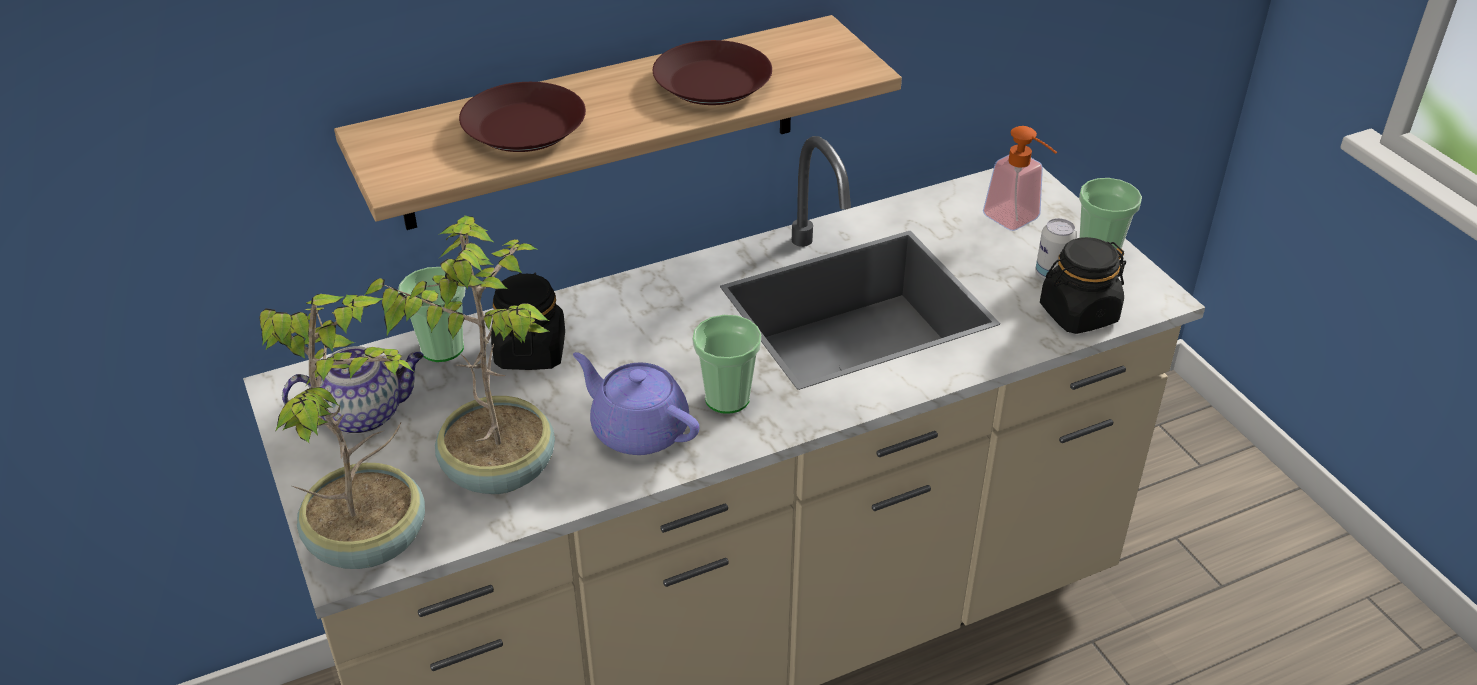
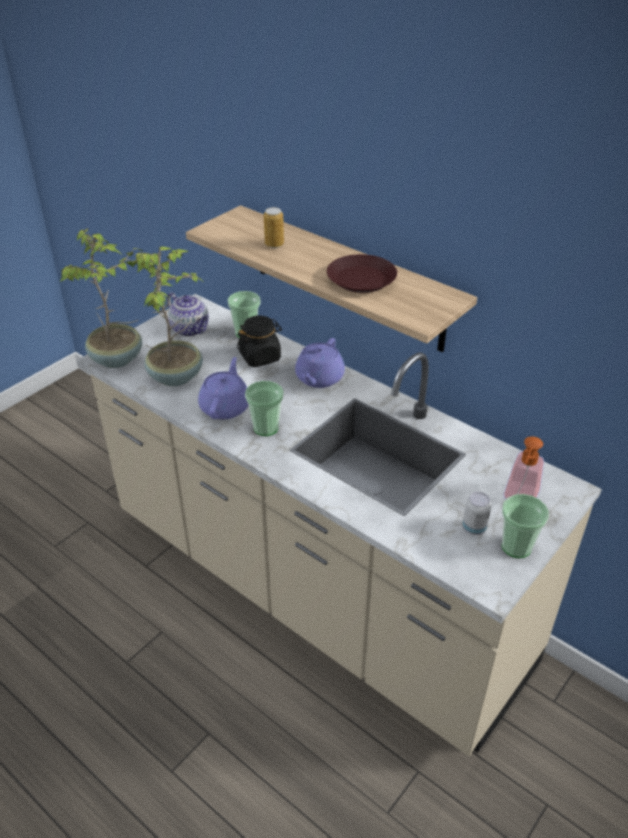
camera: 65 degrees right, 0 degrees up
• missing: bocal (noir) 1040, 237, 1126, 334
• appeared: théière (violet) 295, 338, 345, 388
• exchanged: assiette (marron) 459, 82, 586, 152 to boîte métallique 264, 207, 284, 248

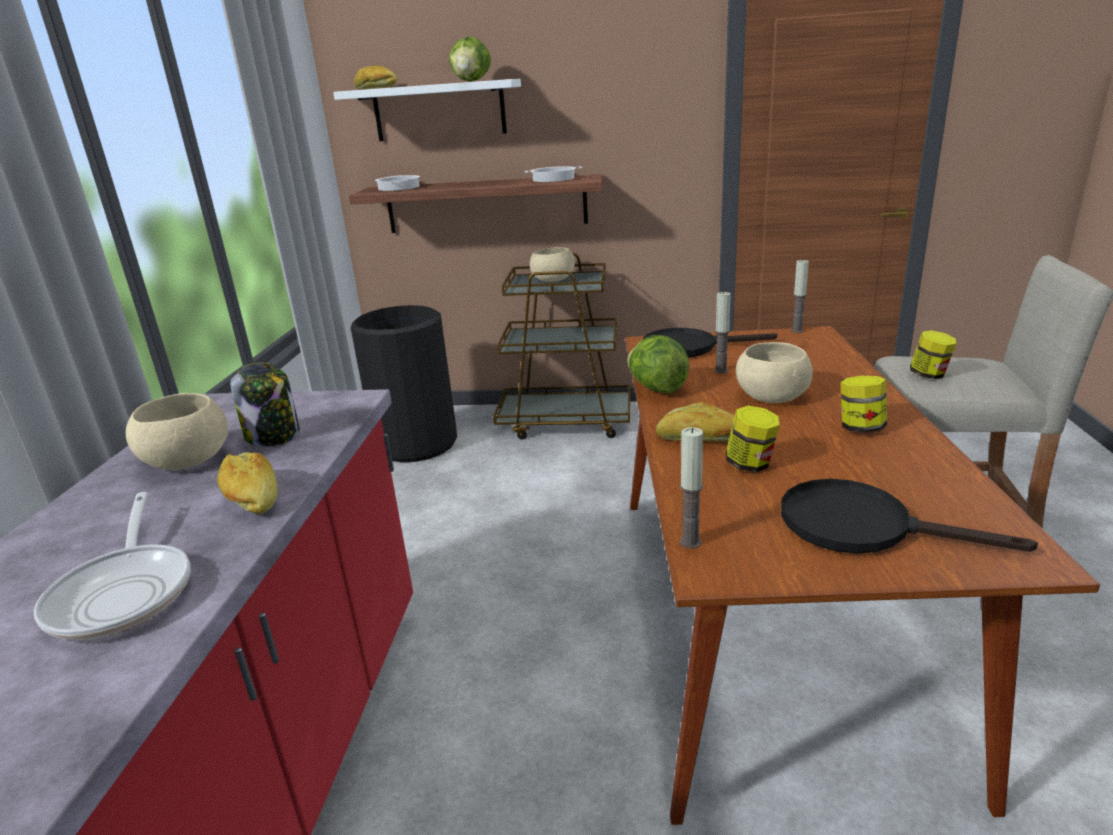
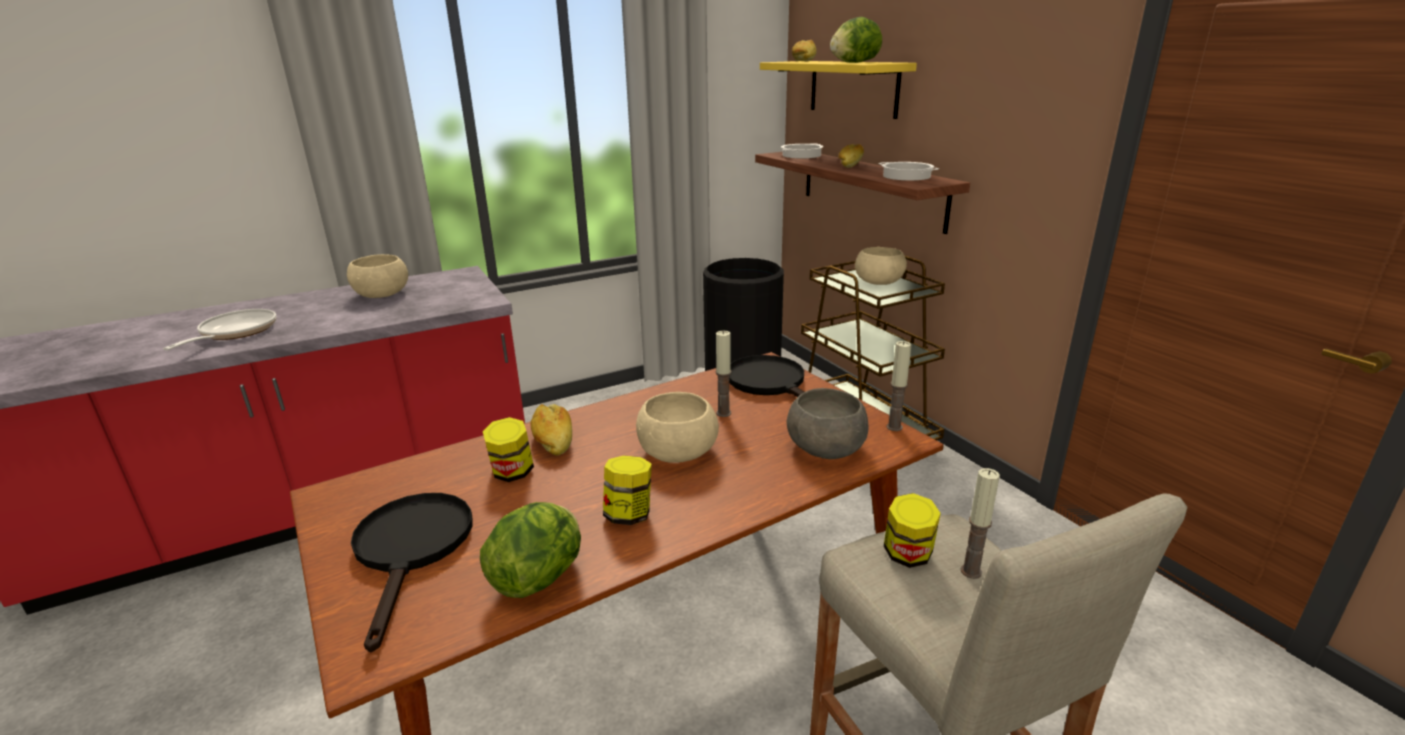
camera: 55 degrees right, 0 degrees up
• missing: bocal 230, 363, 300, 446
• appeared: bol (gris) 787, 388, 869, 459
• relocated: pain 217, 452, 278, 514 to 838, 144, 864, 168
• relocated: laitue 627, 335, 690, 394 to 480, 502, 581, 598
• relocated: bougie 680, 427, 703, 549 to 961, 468, 1000, 579
• colour: étagère (blanc) 333, 79, 521, 141 to étagère (jaune) 760, 61, 917, 119
• spun: poêle 34, 492, 191, 640 = 163, 309, 277, 350 150 degrees clockwise

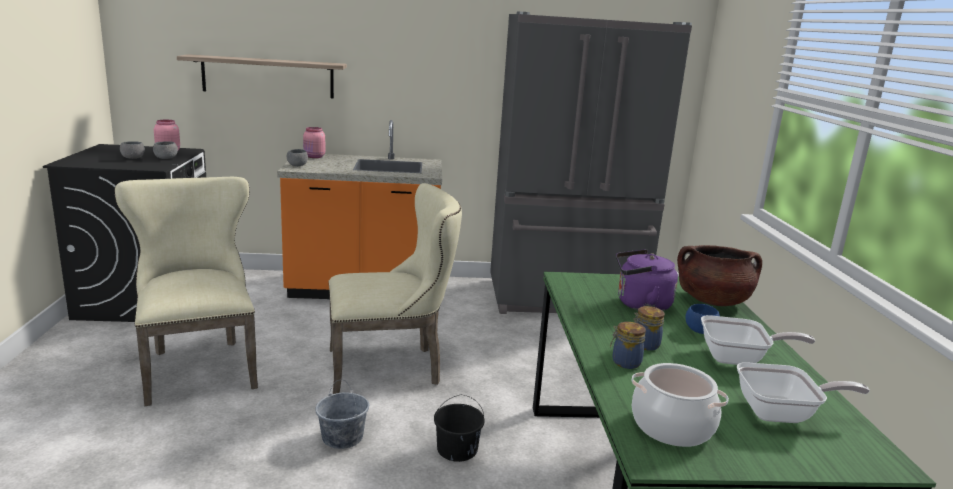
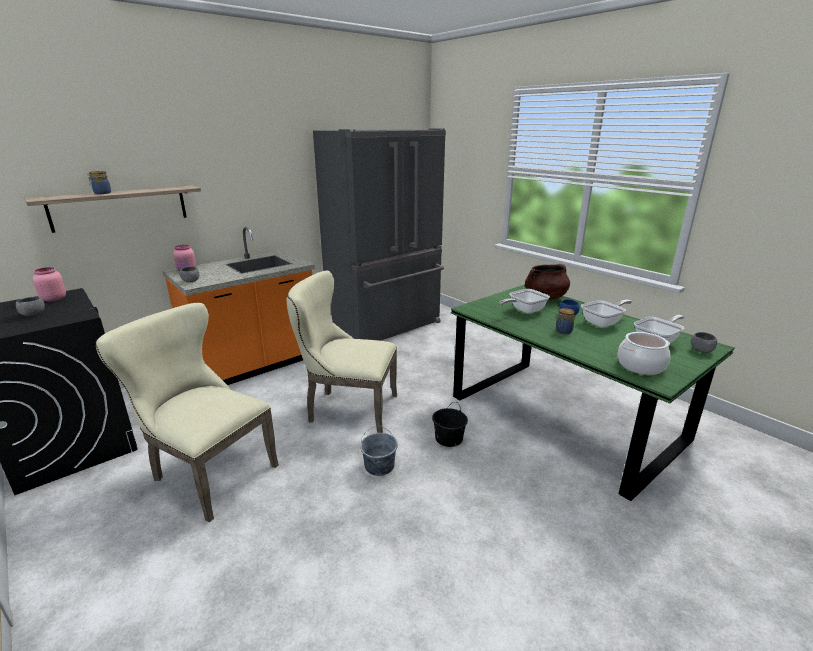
camera: 35 degrees left, 5 degrees up
• relocated: bol (gris) 153, 141, 178, 159 to 691, 332, 717, 353
• relocated: bocal 610, 322, 646, 369 to 88, 171, 111, 194
• exchanged: bouilloire (violet) 616, 249, 678, 311 to poêle 499, 289, 550, 314
• spun: chaise (beige) 329, 183, 462, 394 = 287, 271, 397, 433 120 degrees counterclockwise

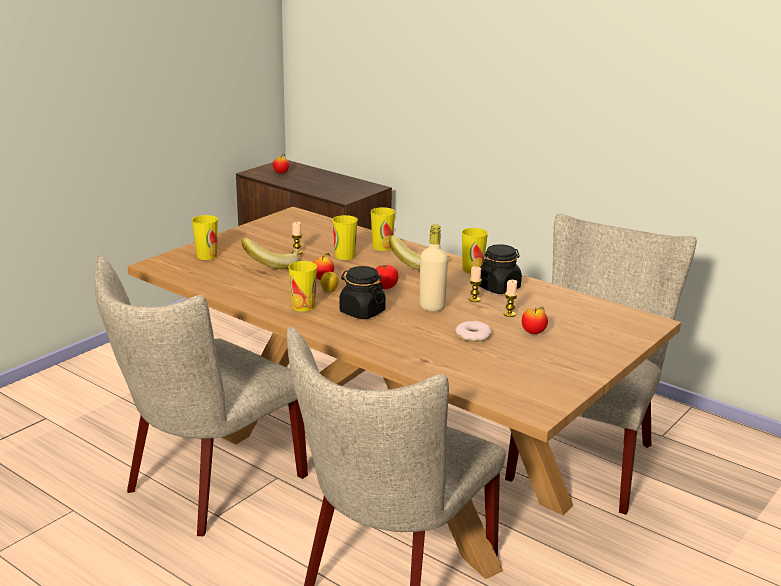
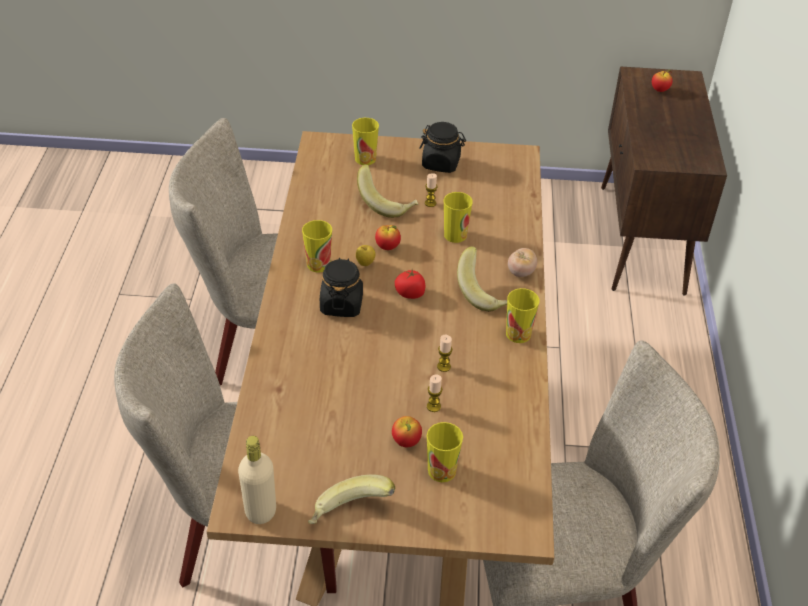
camera: 55 degrees right, 20 degrees up
• missing: beignet 455, 321, 492, 342
• appeared: banane 308, 475, 395, 524
• appeared: tomate 508, 248, 537, 277
• relocated: tasse 371, 207, 395, 251 to 427, 422, 463, 482
• relocated: bouteille (beige) 420, 224, 448, 311 to 238, 436, 276, 524
• relocated: bocal (noir) 478, 244, 522, 294 to 419, 122, 466, 173

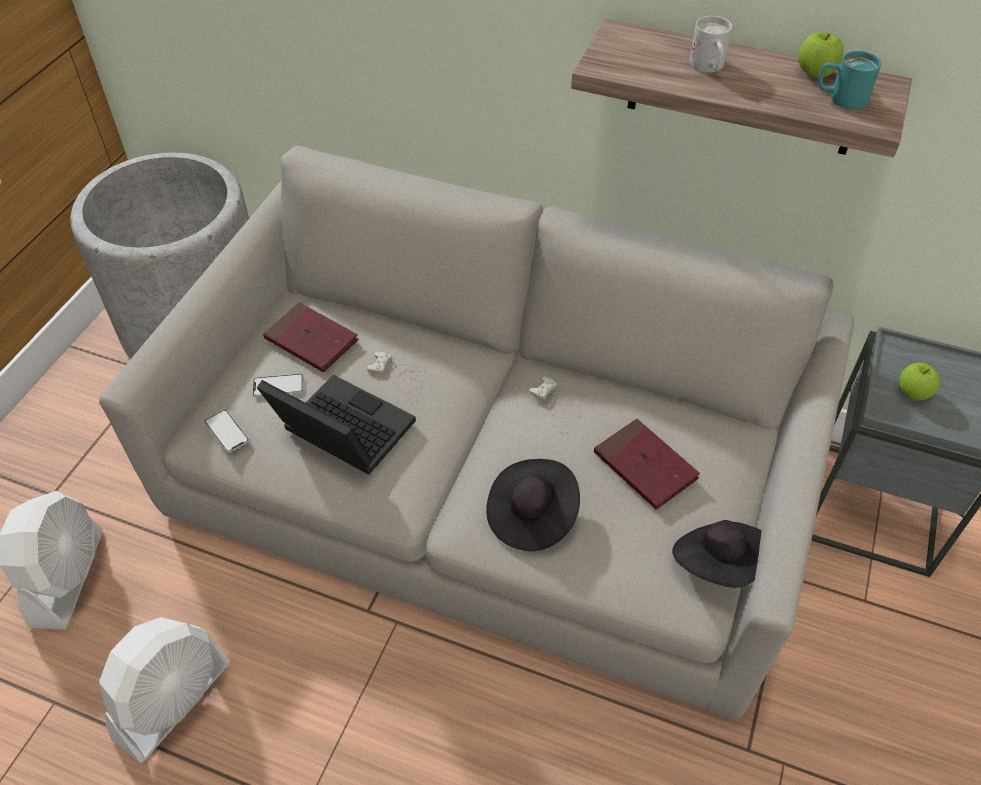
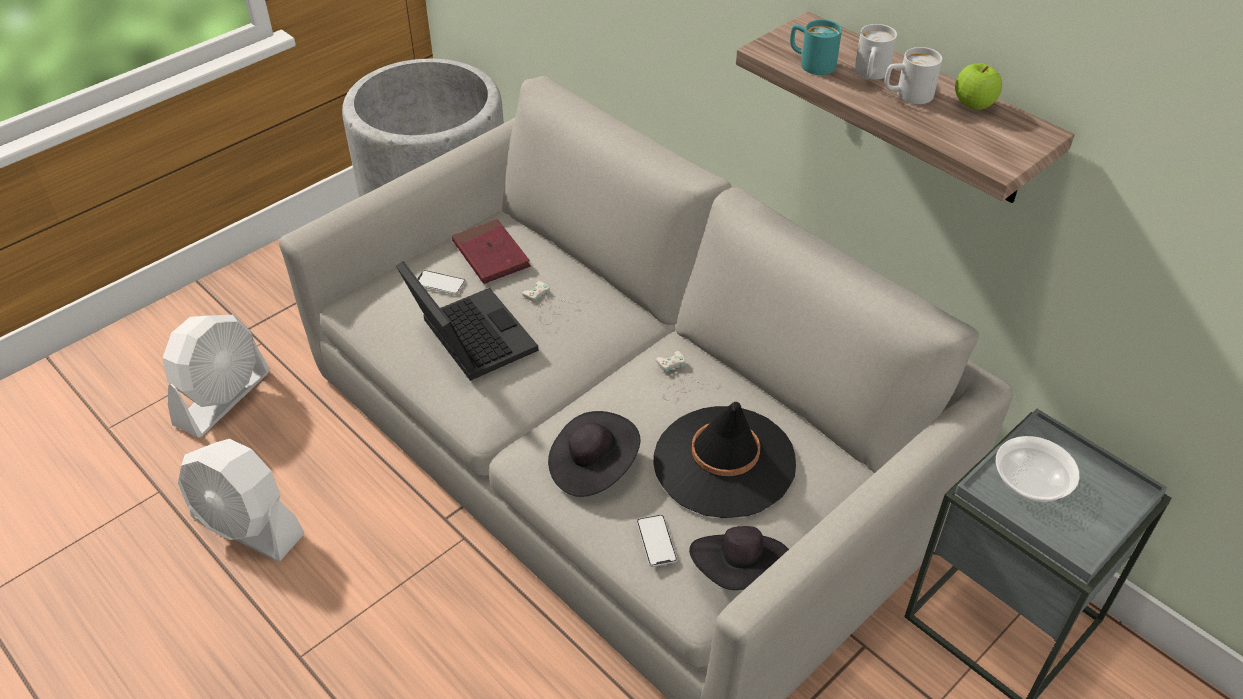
camera: 25 degrees right, 5 degrees down
• appeared: mug (blanc) 885, 47, 942, 104
• relocated: téléphone 204, 410, 249, 453 to 636, 515, 677, 567
• relocated: mug (turquoise) 818, 51, 881, 110 to 790, 20, 842, 75
• exchanged: livre (rouge) 594, 419, 700, 510 to chapeau (noir) 654, 402, 796, 518
• exchanged: pomme 899, 363, 940, 400 to bol 996, 436, 1079, 502
• spun: ventilateur (blanc) 99, 617, 230, 763 = 178, 439, 305, 562 60 degrees clockwise

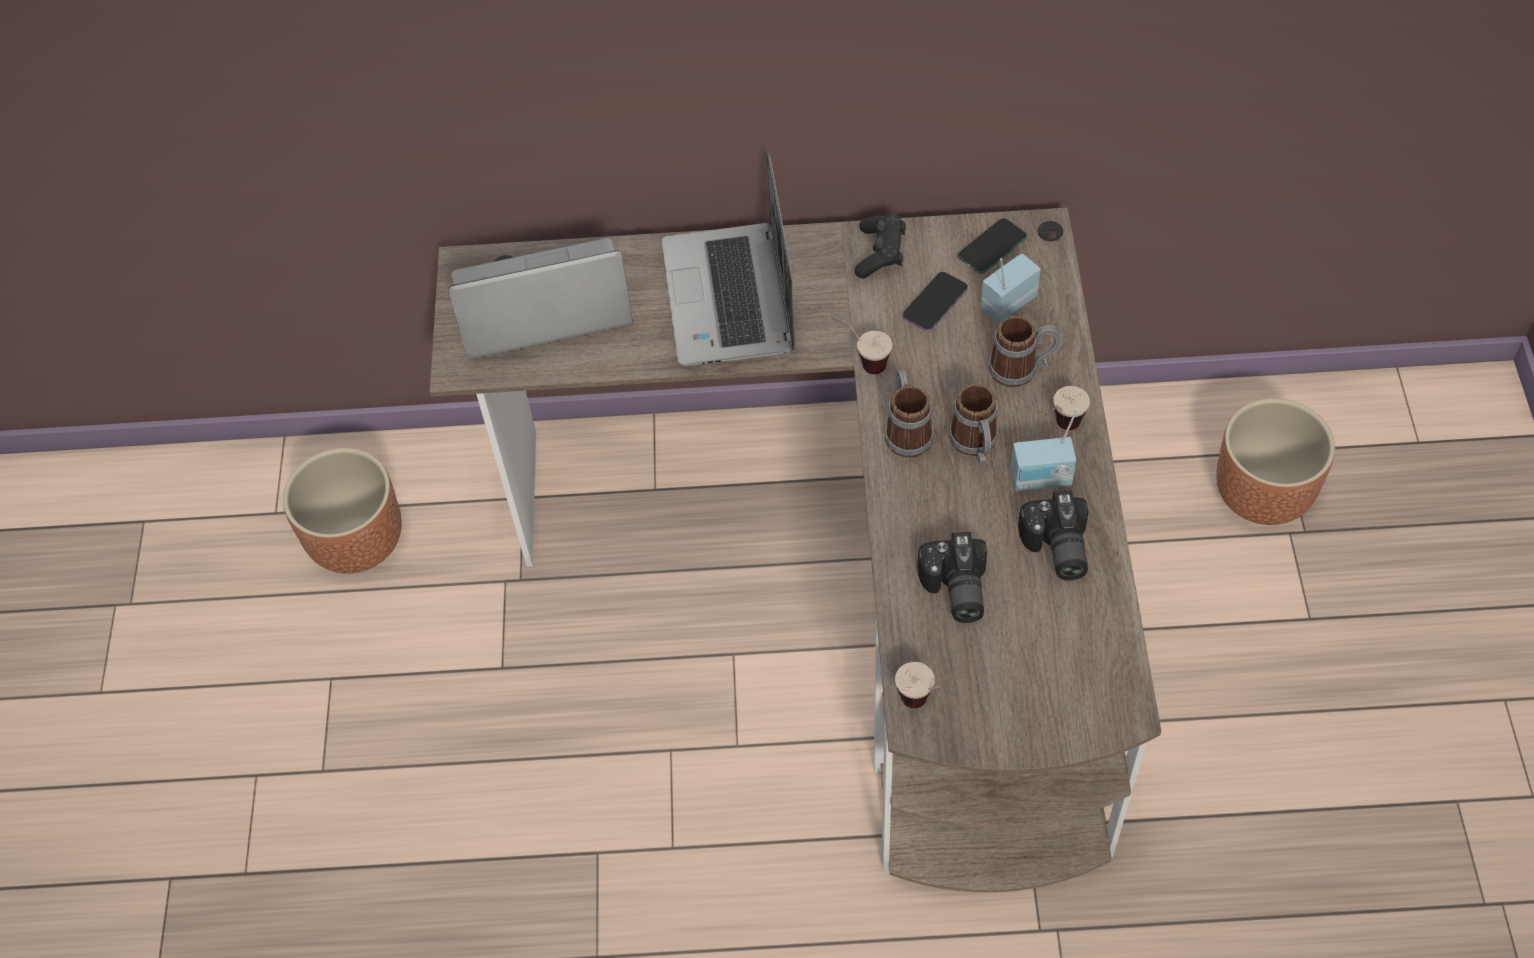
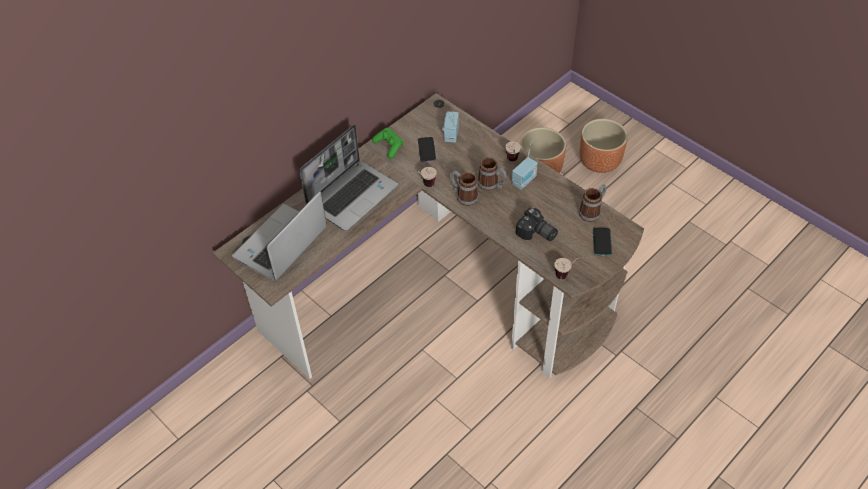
camera: 45 degrees left, 5 degrees down
• missing: appareil photo 1018, 491, 1088, 580
• relocated: cache-pot (marron) 283, 448, 402, 574 to 580, 119, 628, 173
• relocated: téléphone 957, 218, 1028, 274 to 593, 227, 612, 256
• relocated: mug 988, 316, 1062, 387 to 579, 184, 607, 222
• colour: manette (noir) 855, 214, 906, 279 to manette (vert) 372, 128, 404, 159
• spun: ordinateur portable 662, 150, 796, 366 = 299, 124, 398, 231 90 degrees counterclockwise

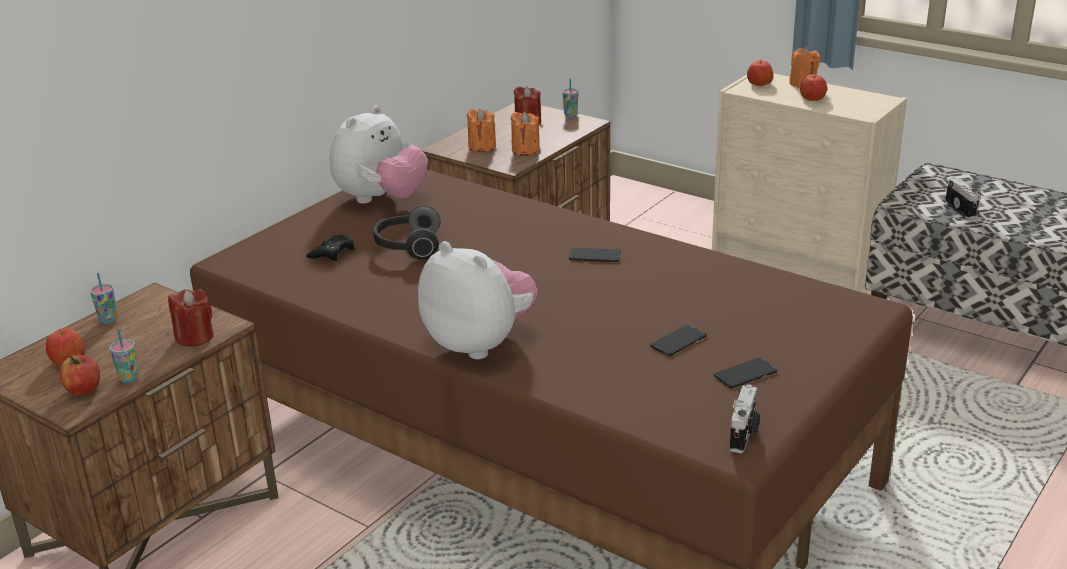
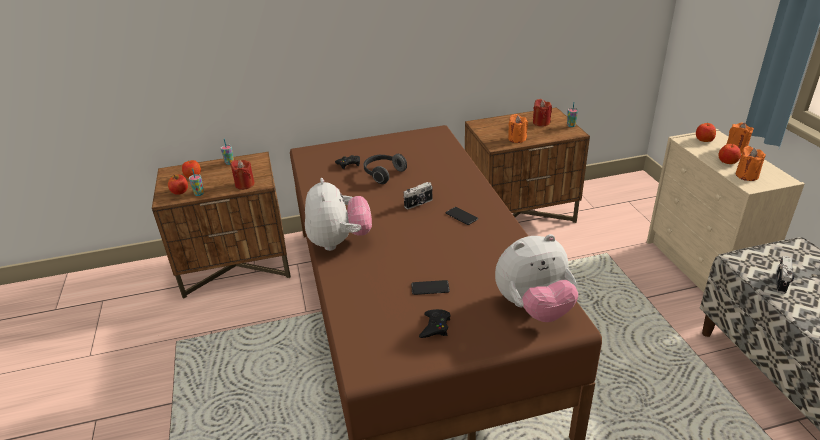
camera: 40 degrees right, 5 degrees up
• relocated: peluche 330, 106, 428, 204 to 495, 234, 578, 322
• relocated: bougie (orange) 466, 109, 496, 152 to 736, 146, 766, 181
• relocated: appareil photo 730, 384, 760, 453 to 403, 182, 433, 209
• exchanged: téléphone 714, 358, 777, 388 to manette (noir) 419, 309, 450, 338

